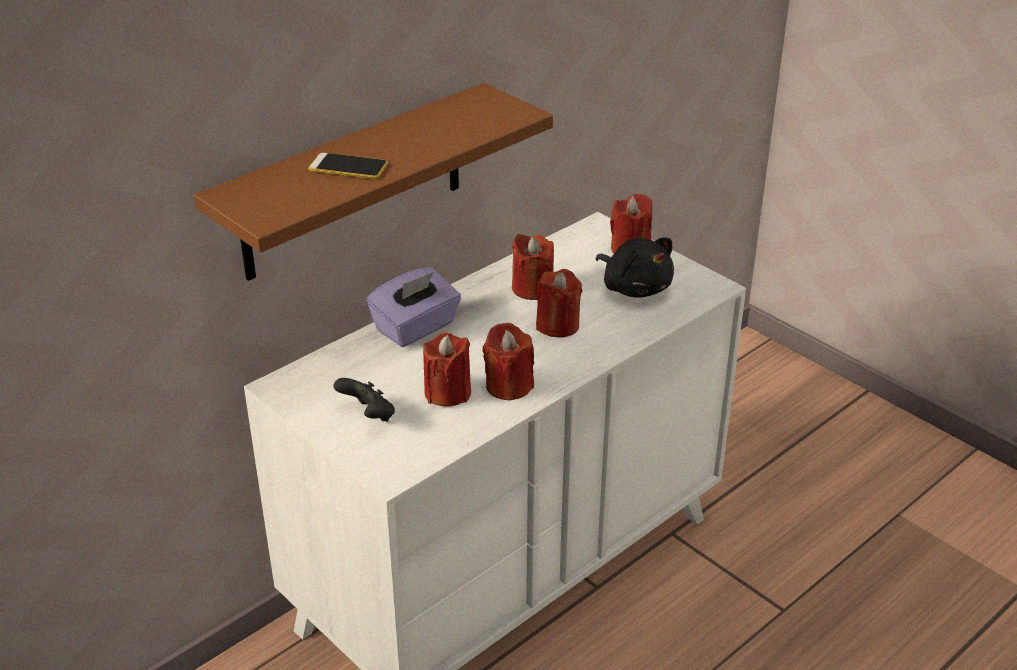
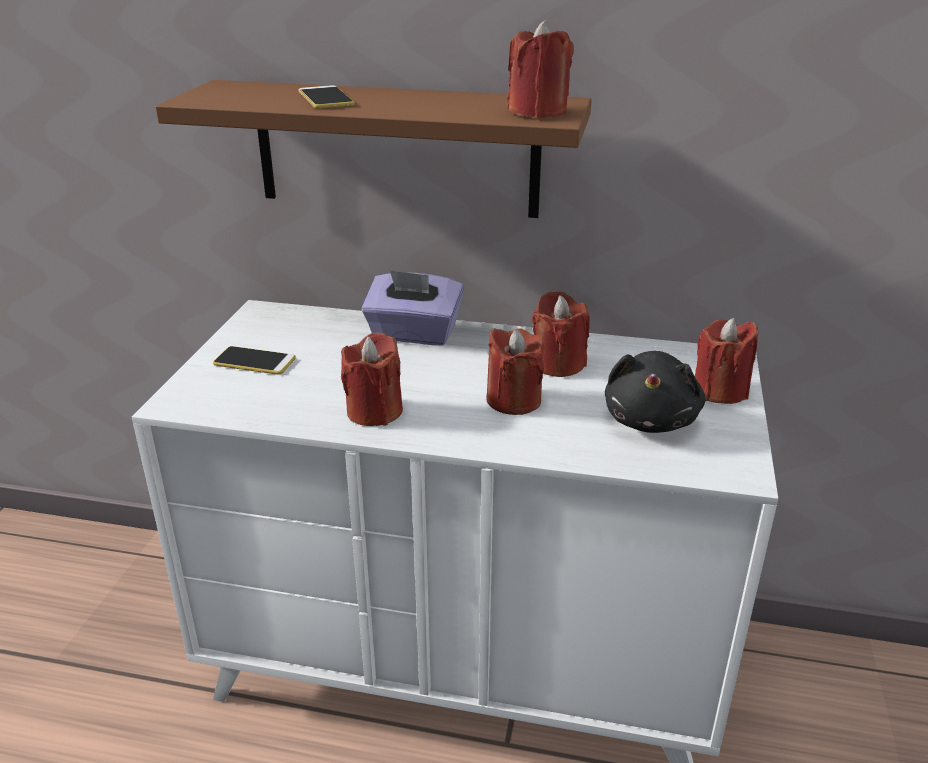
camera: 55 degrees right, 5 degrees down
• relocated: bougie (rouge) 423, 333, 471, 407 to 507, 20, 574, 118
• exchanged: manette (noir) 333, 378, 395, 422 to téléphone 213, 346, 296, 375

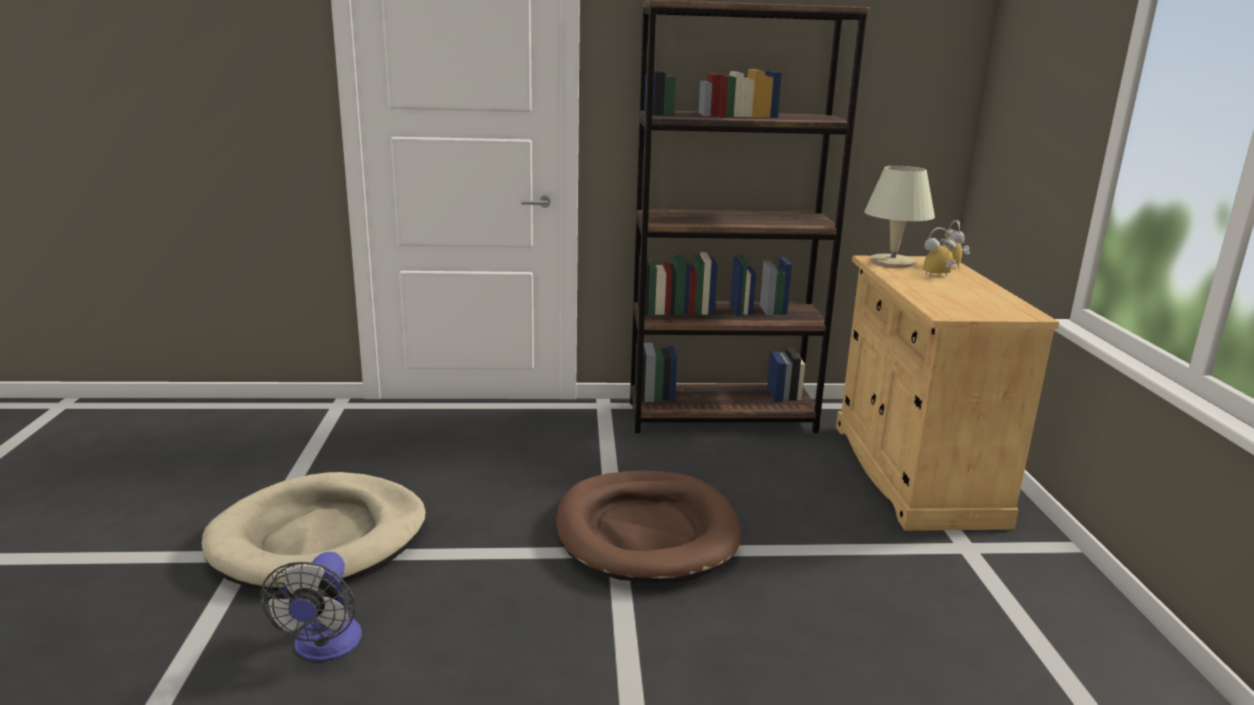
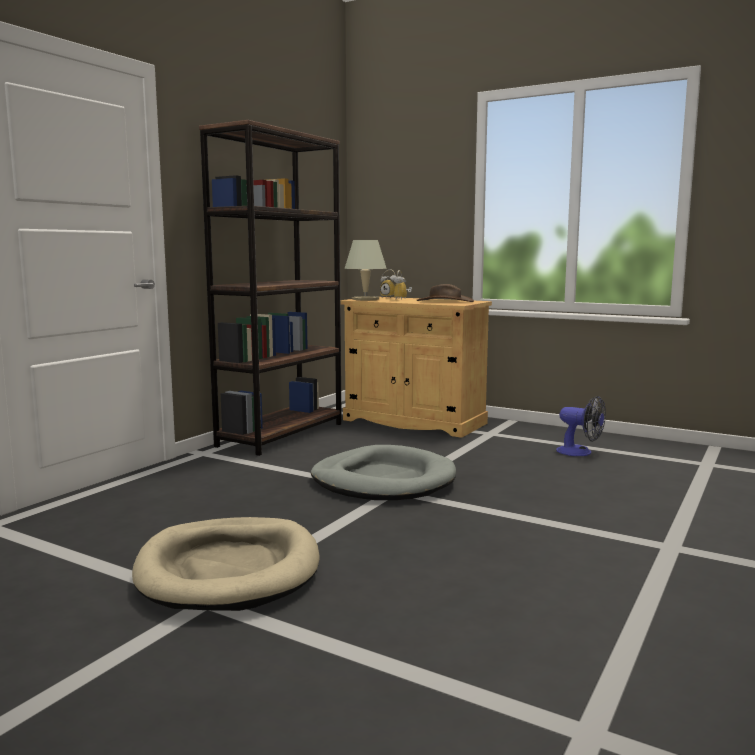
camera: 55 degrees left, 10 degrees down
• appeared: chapeau (marron) 416, 284, 474, 302
• relocated: ventilateur 260, 552, 362, 661 to 556, 396, 606, 456
• colour: panier pour chien (marron) 556, 470, 741, 583 to panier pour chien (gris) 311, 445, 456, 500

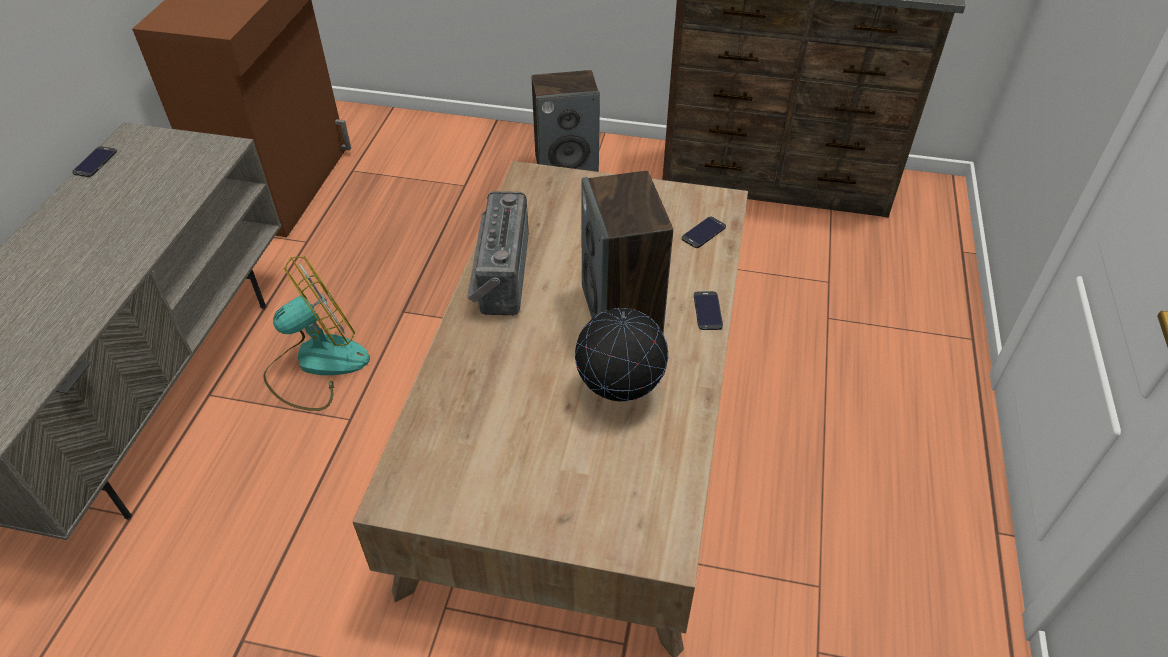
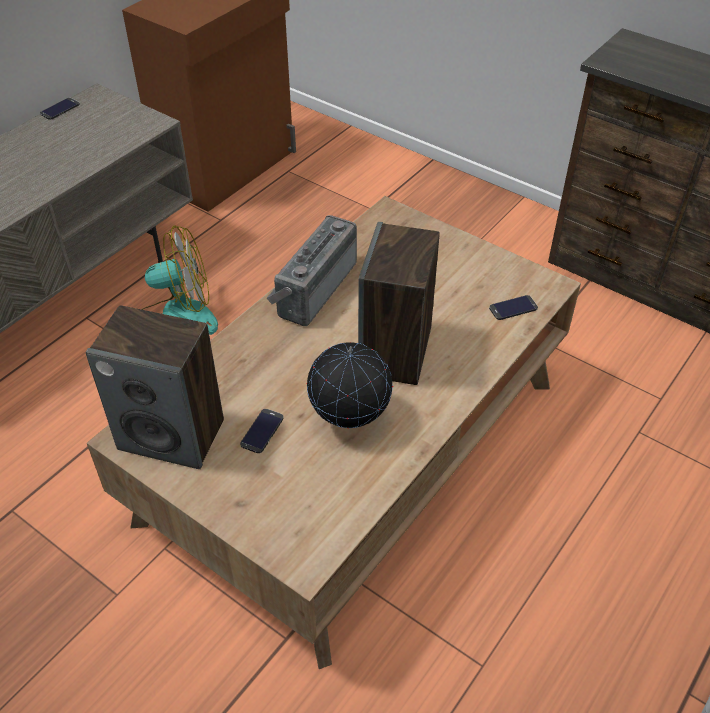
camera: 25 degrees right, 0 degrees up
• relocated: enceinte 532, 70, 600, 172 to 86, 305, 224, 469
• relocated: téléphone 694, 291, 723, 330 to 240, 409, 284, 453

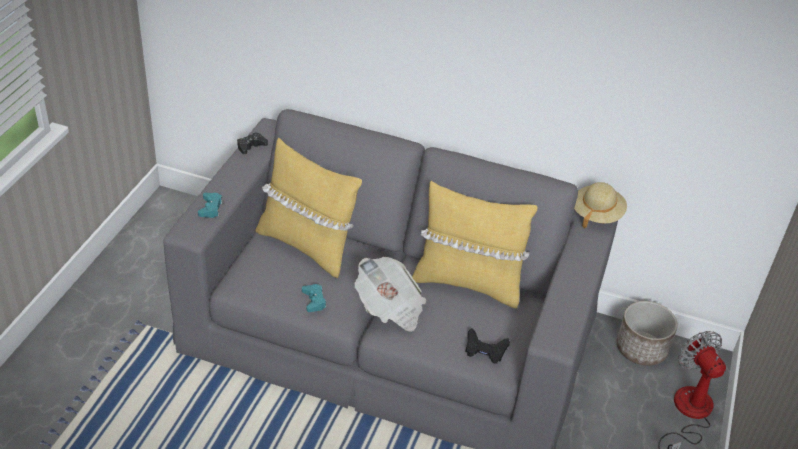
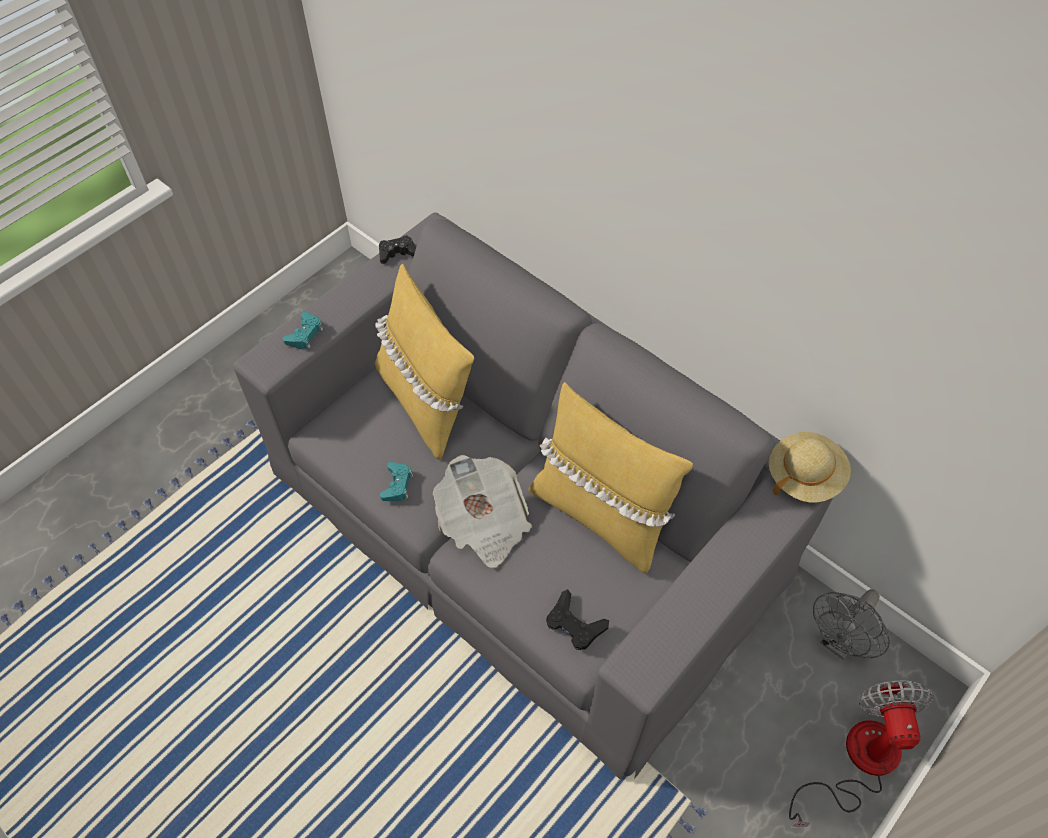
camera: 25 degrees right, 15 degrees up
• exchanged: cache-pot 617, 301, 678, 366 to ventilateur (gris) 813, 589, 890, 659

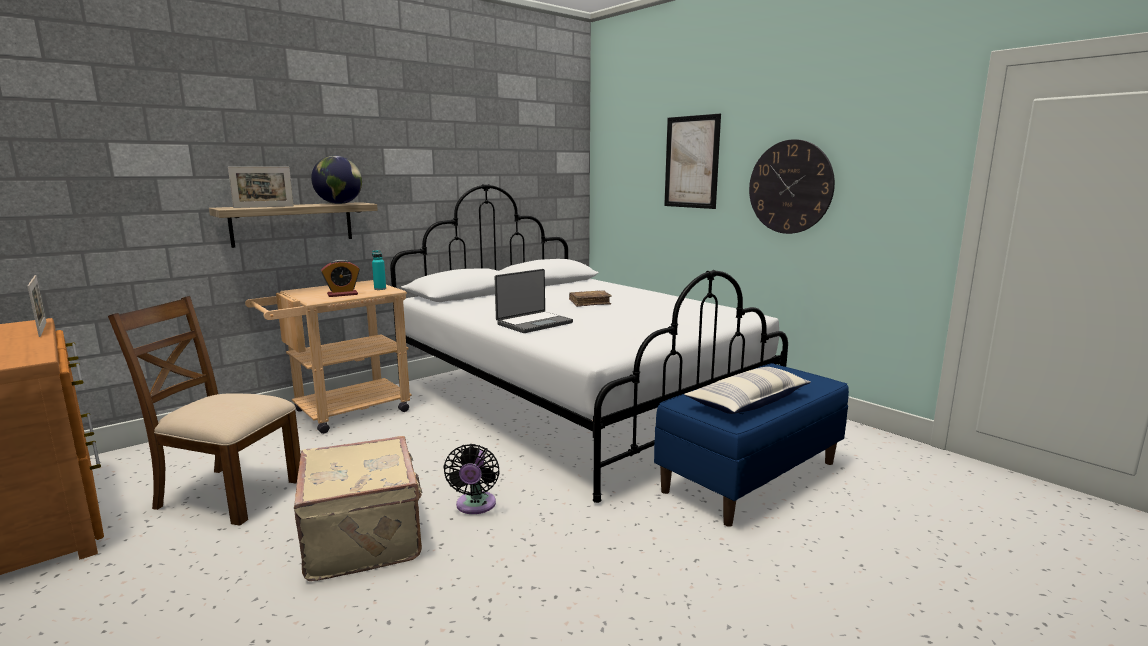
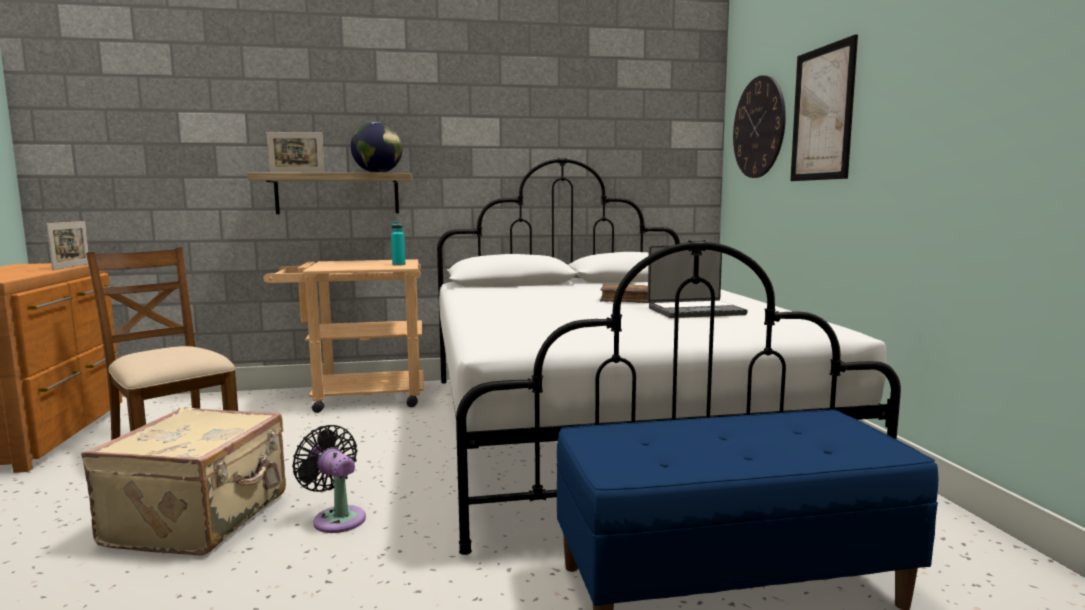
camera: 30 degrees right, 5 degrees down
• missing: réveil 321, 259, 360, 297
• missing: coussin 684, 367, 811, 414
• relocated: ordinateur portable 495, 269, 573, 333 to 648, 245, 748, 318
• relocated: horloge murale 749, 139, 835, 234 to 733, 75, 786, 178
• spun: ventilateur (noir) 443, 444, 500, 514 = 292, 425, 366, 533 105 degrees clockwise

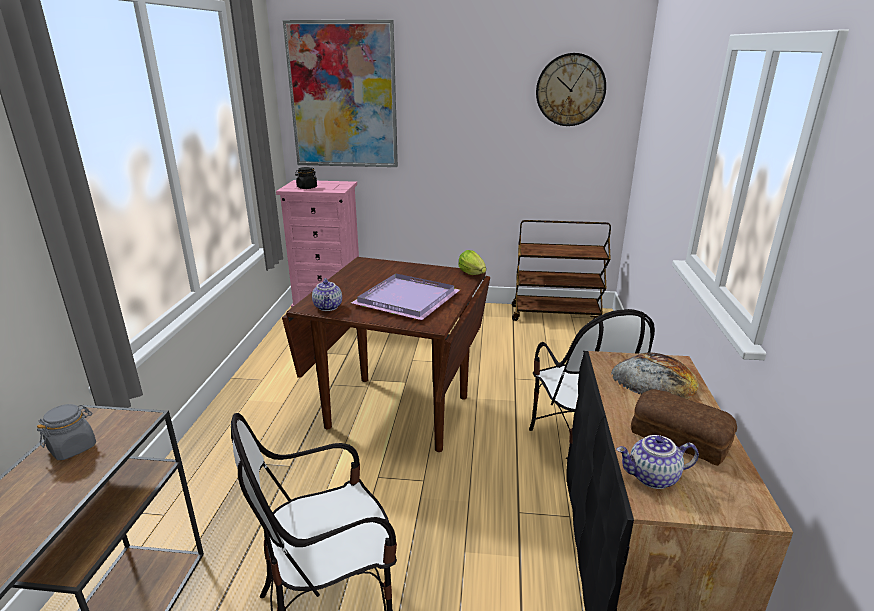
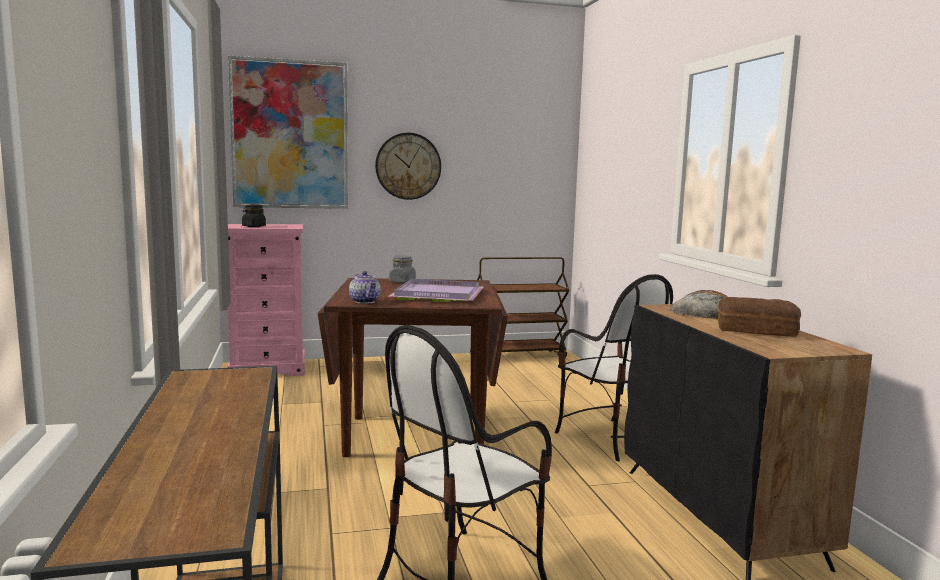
camera: 20 degrees left, 15 degrees down
• missing: laitue 458, 250, 486, 275
• missing: théière 616, 435, 699, 489
• relocated: bocal (gris) 37, 404, 96, 460 to 389, 255, 416, 283
• relocated: horloge murale 536, 53, 606, 126 to 375, 133, 441, 200

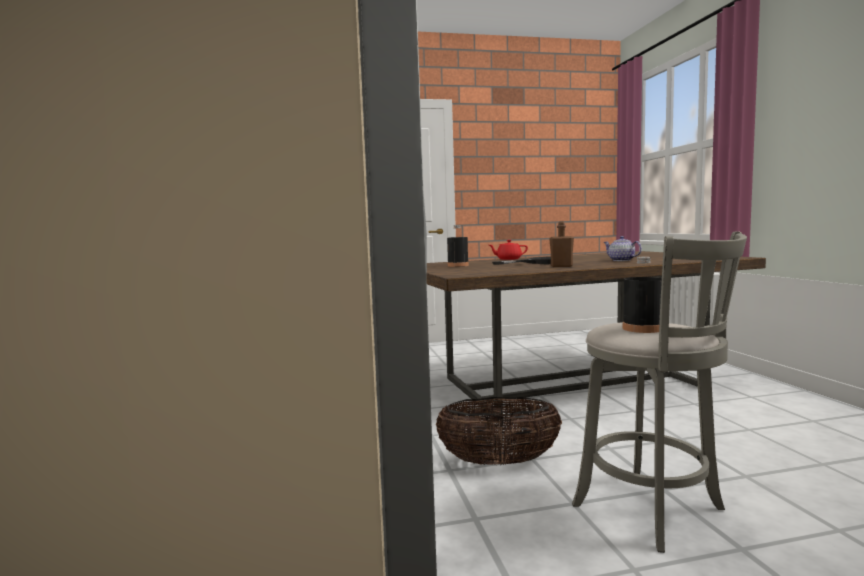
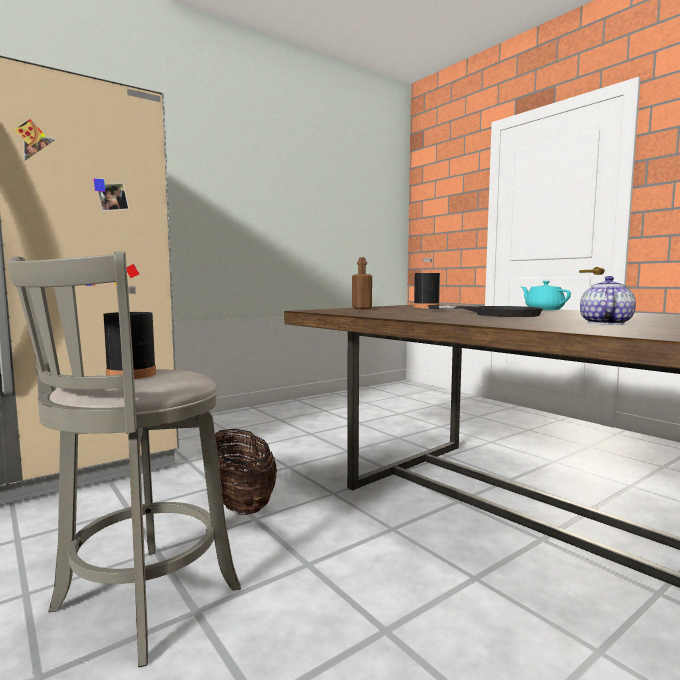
camera: 65 degrees right, 0 degrees up
• relocated: bouteille (marron) 549, 221, 574, 267 to 352, 257, 372, 309
• colour: théière (rouge) 489, 240, 528, 260 to théière (turquoise) 521, 281, 571, 310

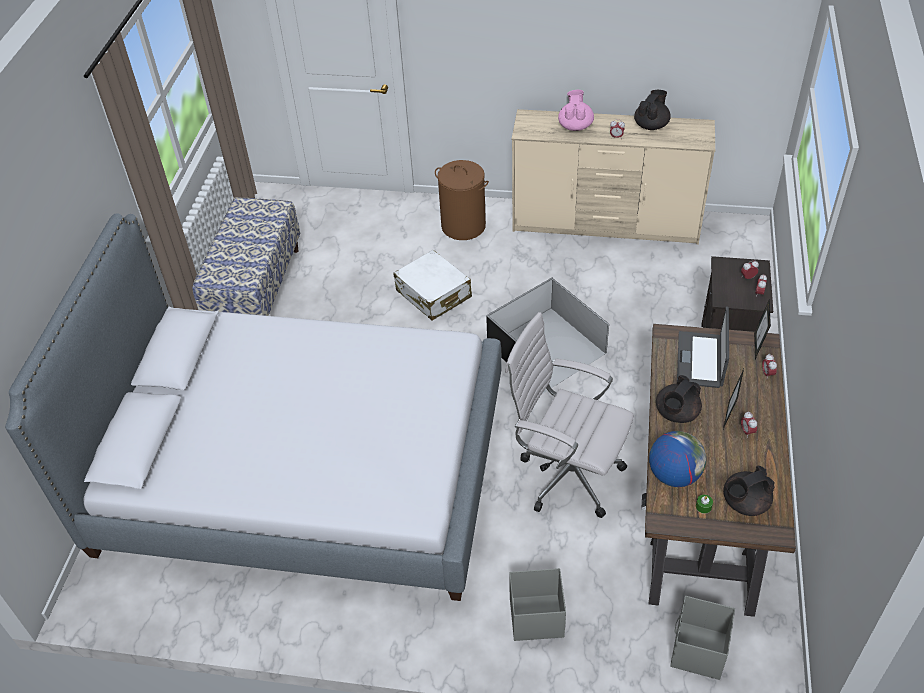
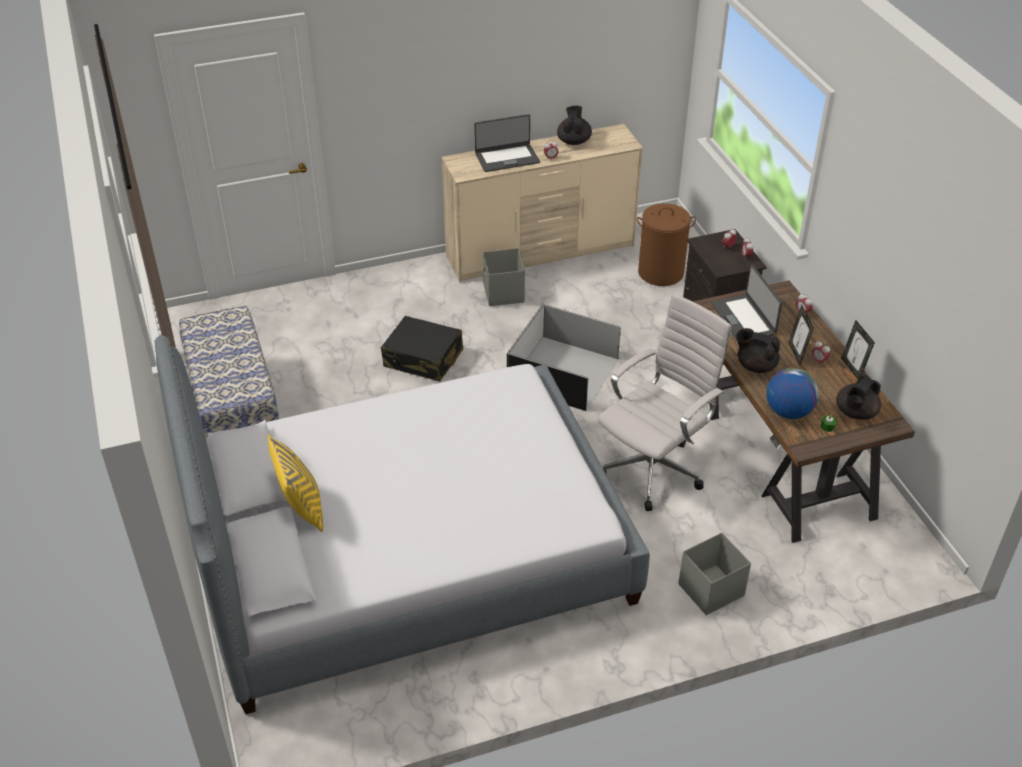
camera: 30 degrees left, 5 degrees down
• appeared: coussin (jaune) 268, 434, 323, 532
• relocated: panier à linge (marron) 435, 160, 489, 240 to 637, 203, 696, 286
• relocated: boîte de rangement (gris) 670, 596, 735, 680 to 483, 248, 525, 306
• relocated: cadre photo 754, 299, 771, 359 to 841, 320, 875, 379
• exchanged: théière (rose) 558, 90, 594, 131 to ordinateur portable 474, 114, 540, 172
• colour: valise (blanc) 393, 250, 472, 320 to valise (noir) 381, 316, 463, 382
• spun: chaise de bureau (blanc) 505, 312, 634, 518 = 598, 294, 731, 511 135 degrees clockwise
• spun: théière (noir) 656, 375, 702, 423 = 736, 328, 780, 373 105 degrees clockwise

